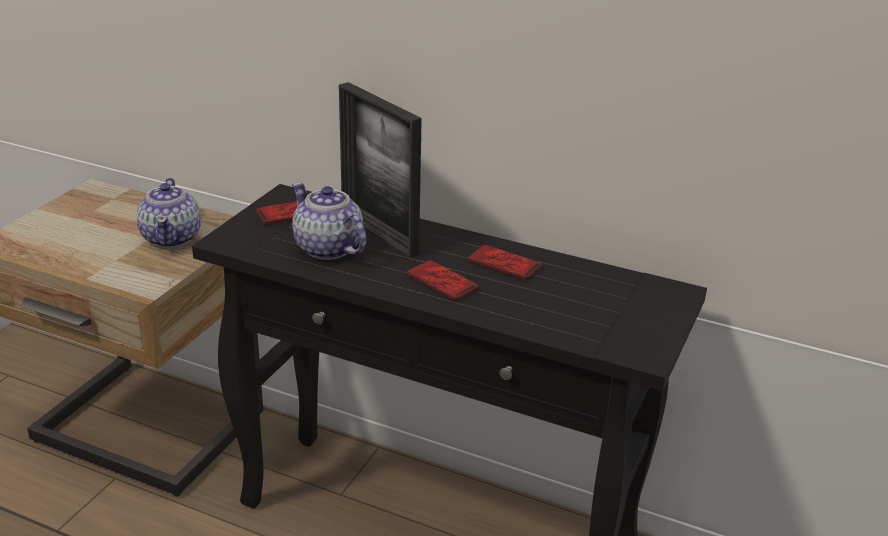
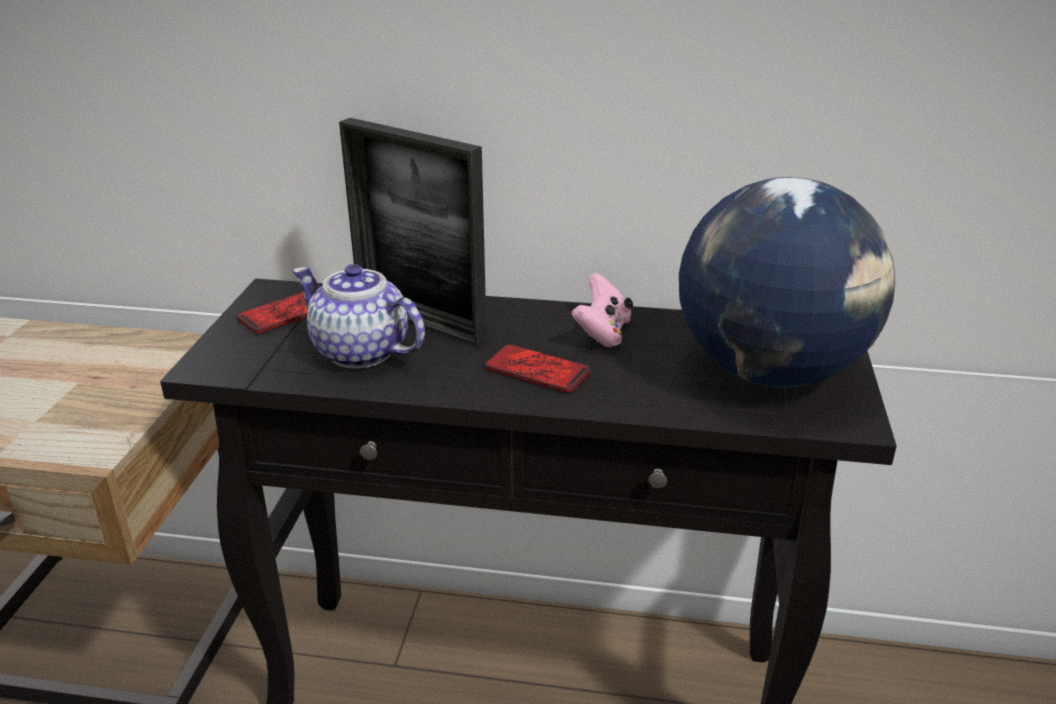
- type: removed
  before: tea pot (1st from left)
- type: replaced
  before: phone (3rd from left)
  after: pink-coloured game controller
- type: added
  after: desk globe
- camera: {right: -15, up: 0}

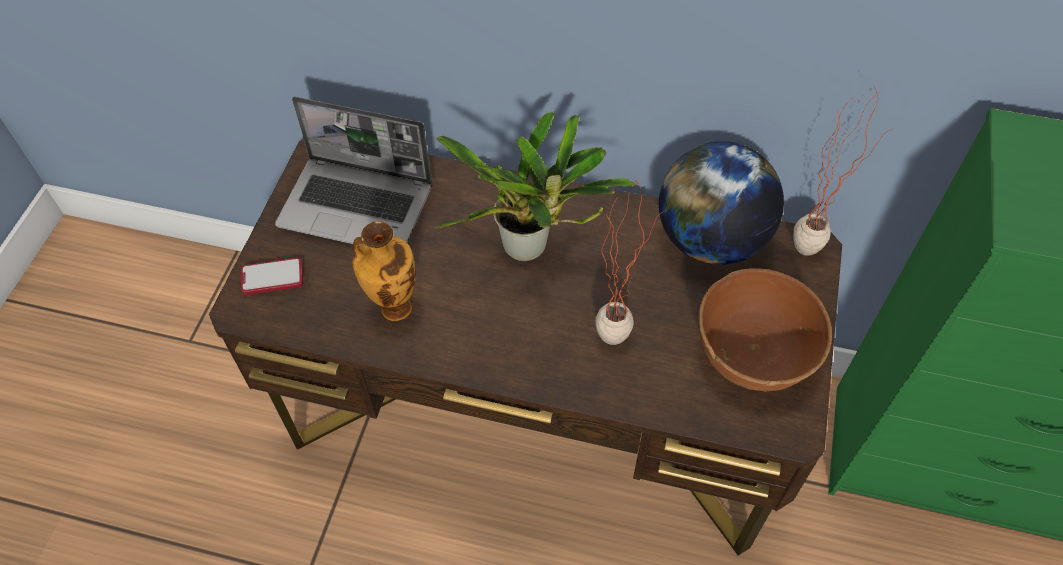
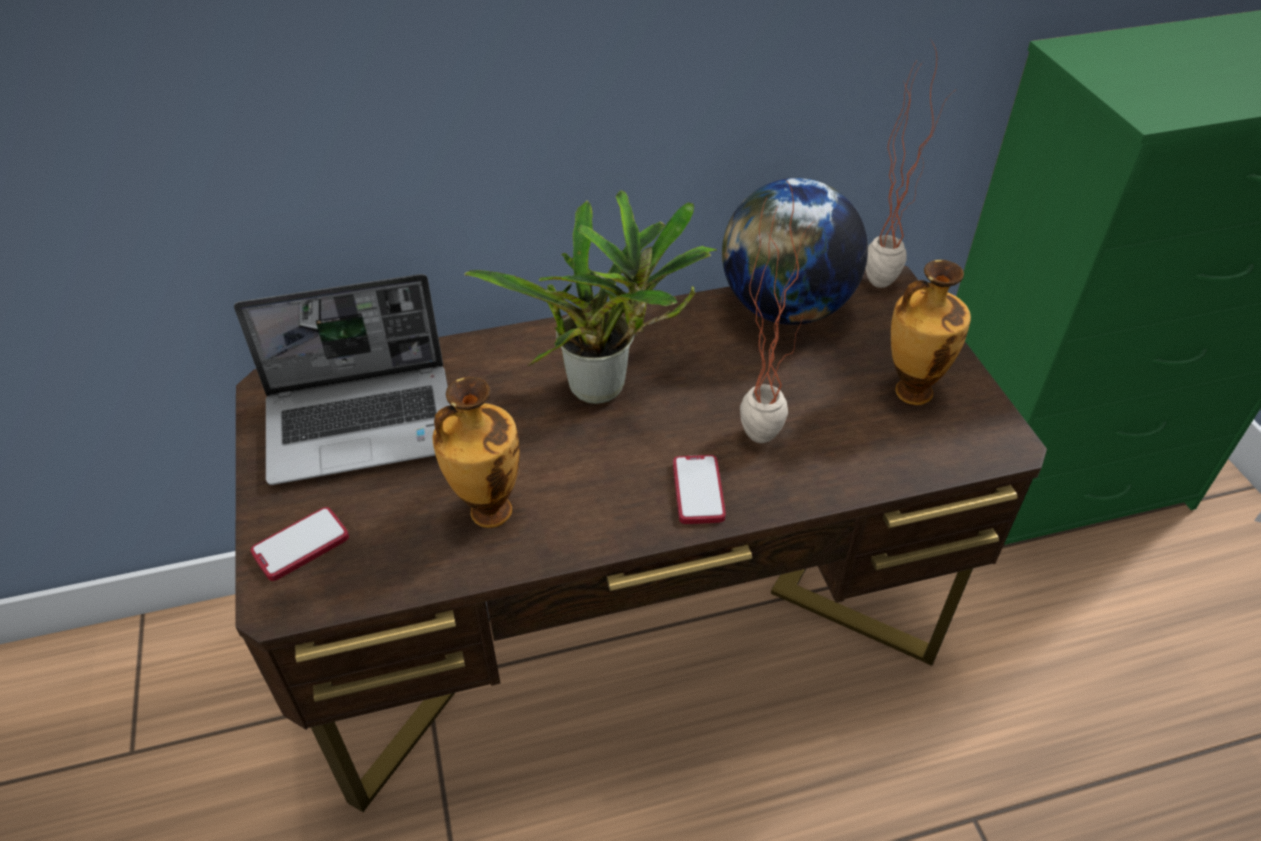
- type: replaced
  before: brown deep dish
  after: decorative vase (2nd from left)
- type: added
  after: phone (2nd from left)
- camera: {right: -30, up: -10}

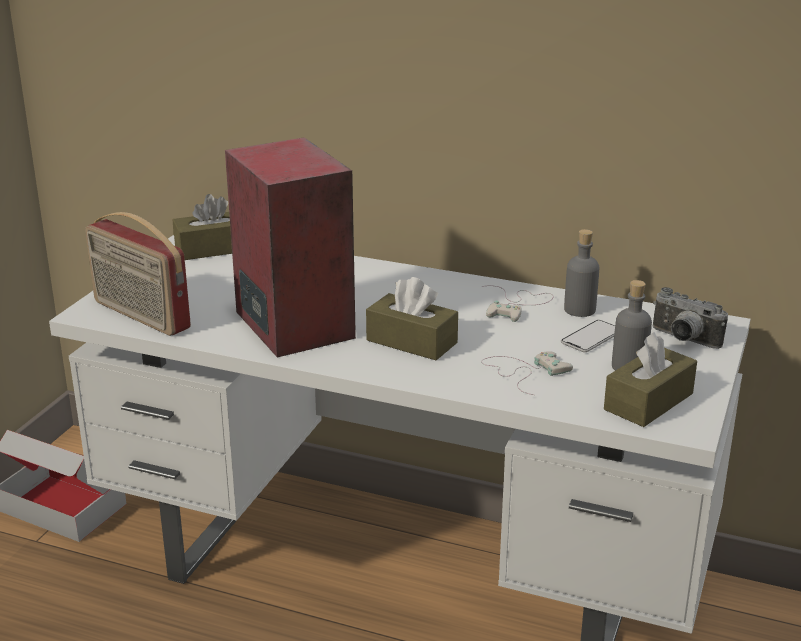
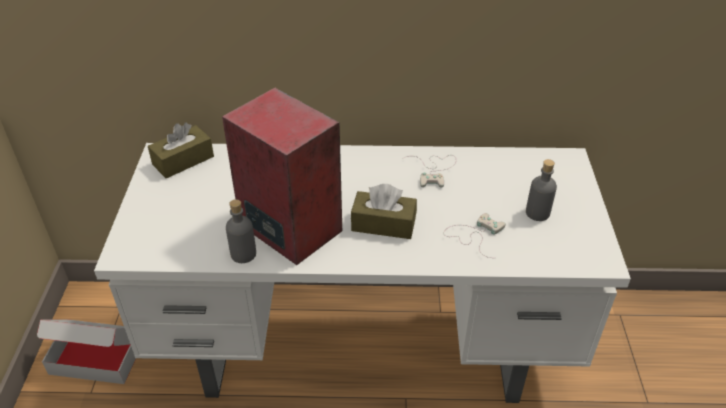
- type: removed
  before: radio
- type: removed
  before: phone
- type: moved
  before: grey beverage bottle (1st from left)
- type: removed
  before: brown tissue holder (3rd from left)
- type: removed
  before: still camera
- camera: {right: -20, up: 15}

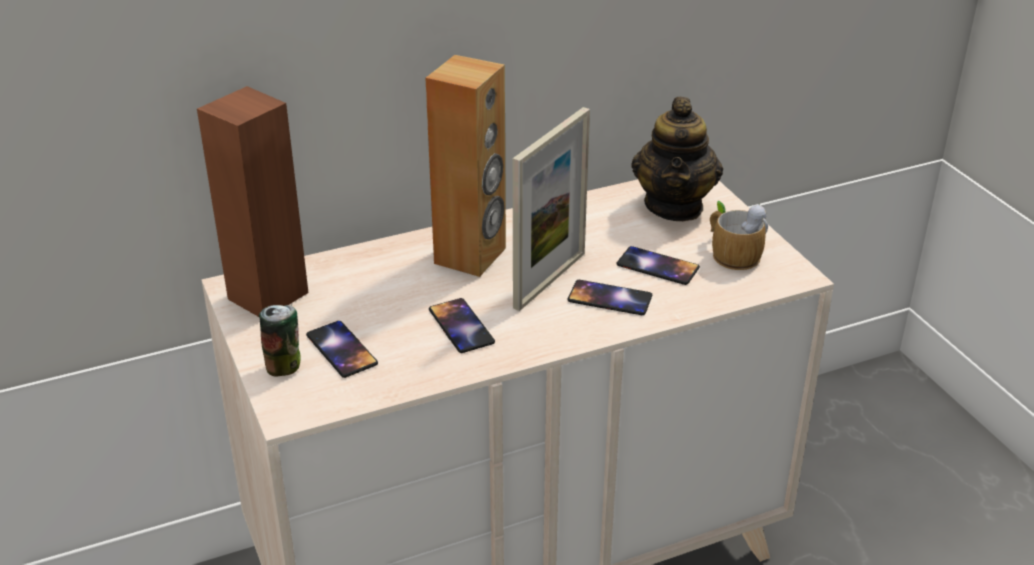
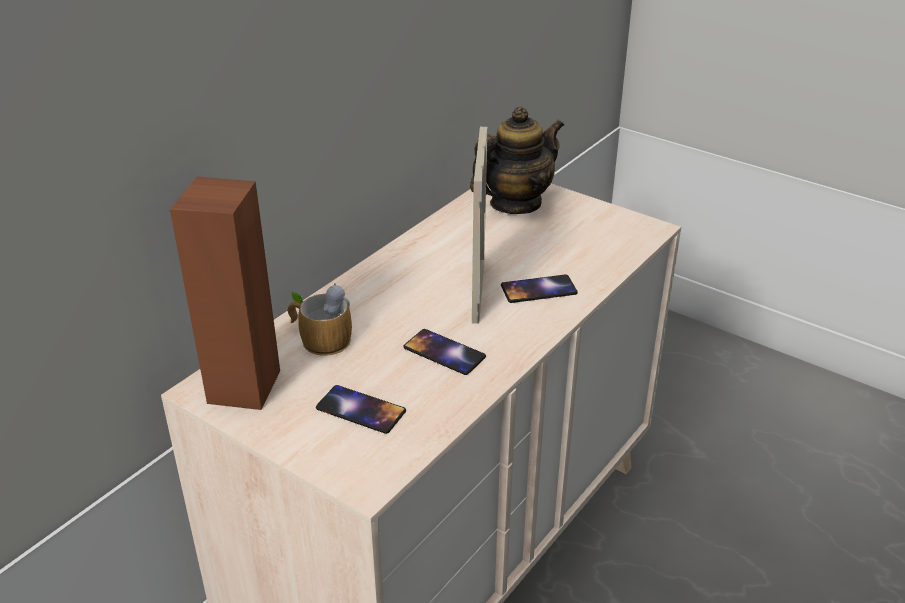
- type: removed
  before: metal can
- type: removed
  before: brown loudspeaker (2nd from left)
- type: removed
  before: phone (4th from left)
- type: turned
  before: tea pot
  turn: -105
- type: moved
  before: tea mug
- camera: {right: -30, up: 0}

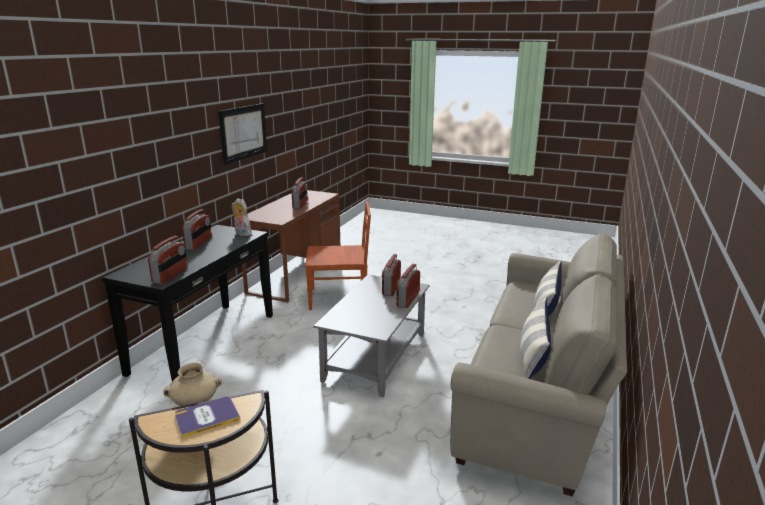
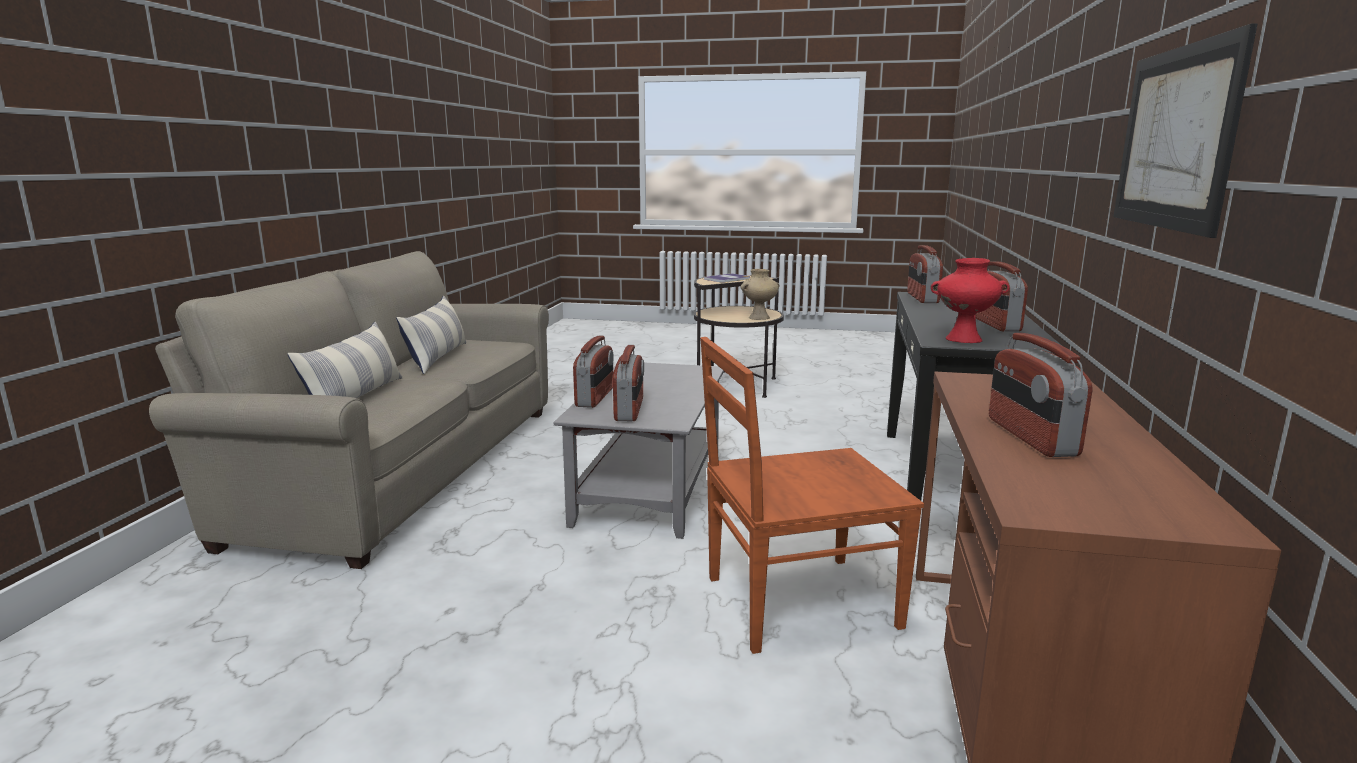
- type: replaced
  before: cuddly toy
  after: red-coloured decorative vase
- camera: {right: 170, up: -5}

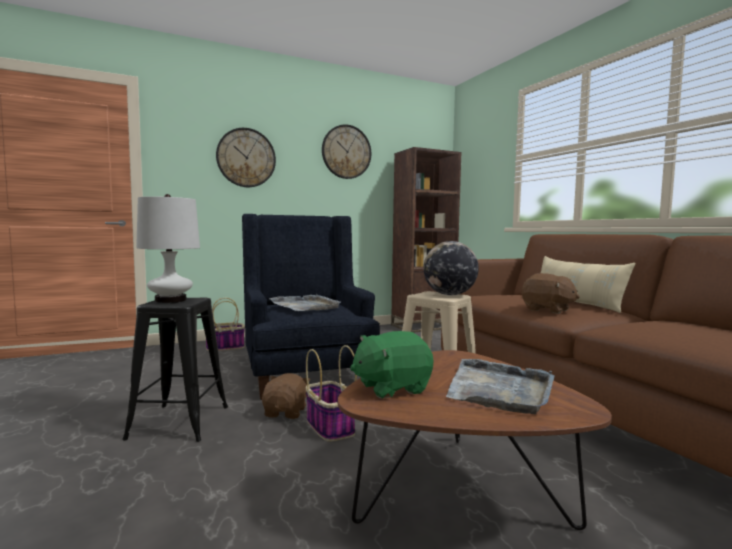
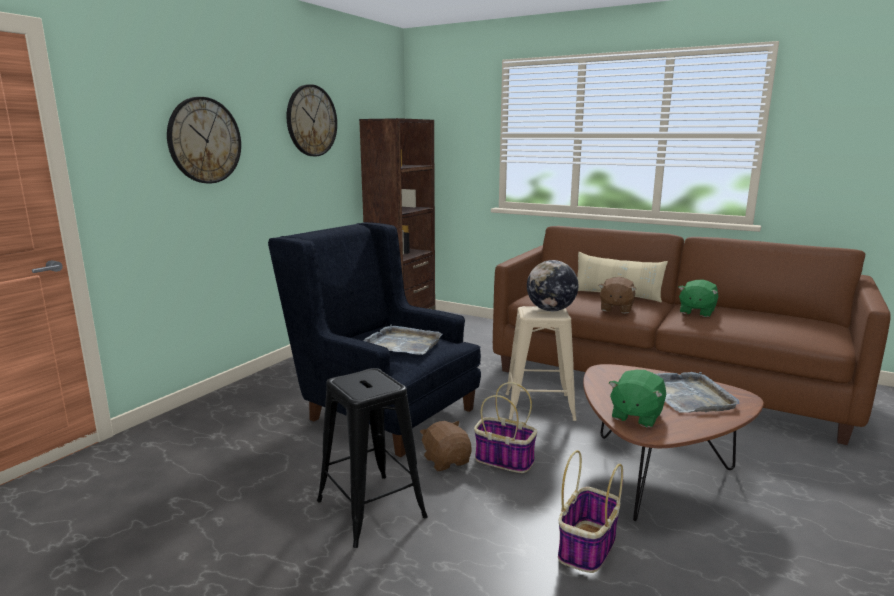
- type: removed
  before: white table lamp
- type: moved
  before: household basket (1st from left in the first image)
  after: household basket (2nd from left)
- type: turned
  before: brown cuddly toy (2nd from left)
  turn: 105
- type: added
  after: green cuddly toy (2nd from left)
- camera: {right: -35, up: 10}

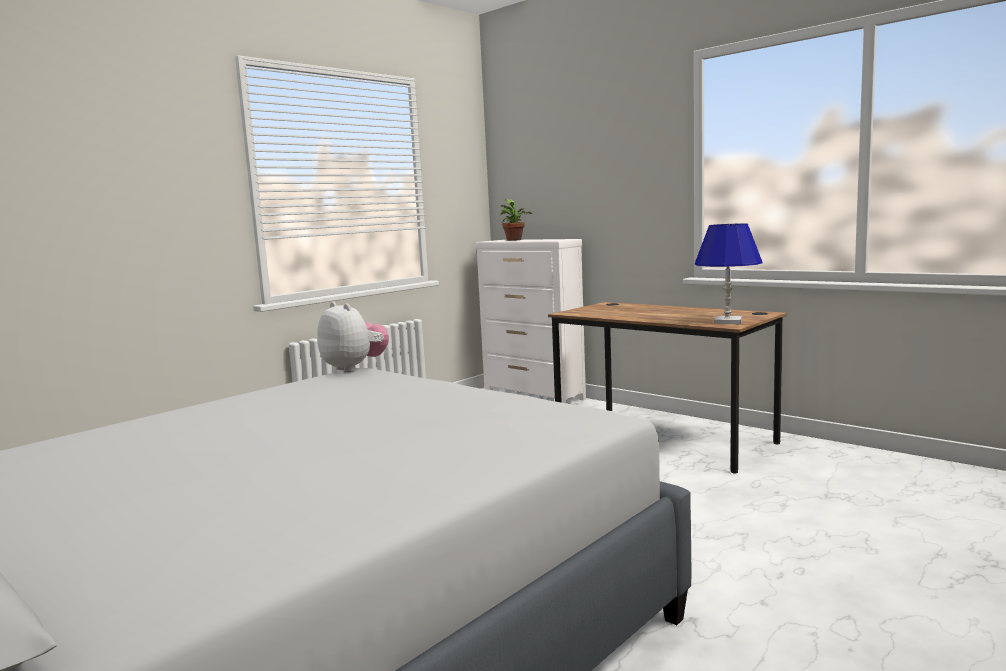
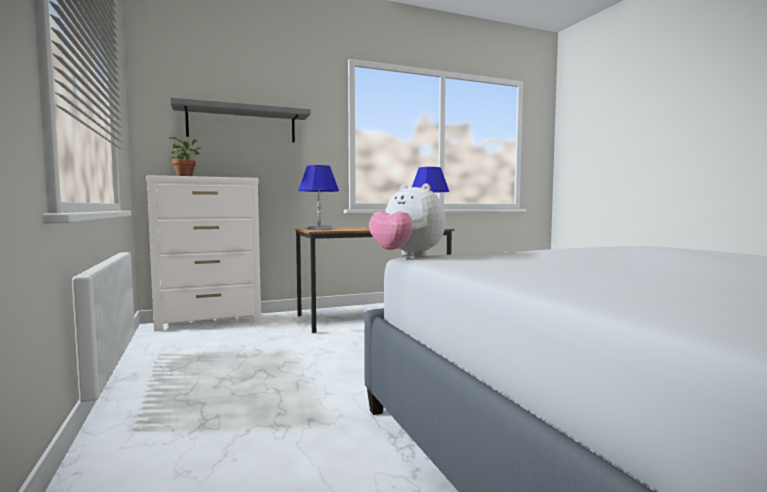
- type: turned
  before: cuddly toy
  turn: -120
- type: added
  after: grey bracket shelf
- type: added
  after: blue-coloured table lamp (1st from left)
- camera: {right: -65, up: -5}

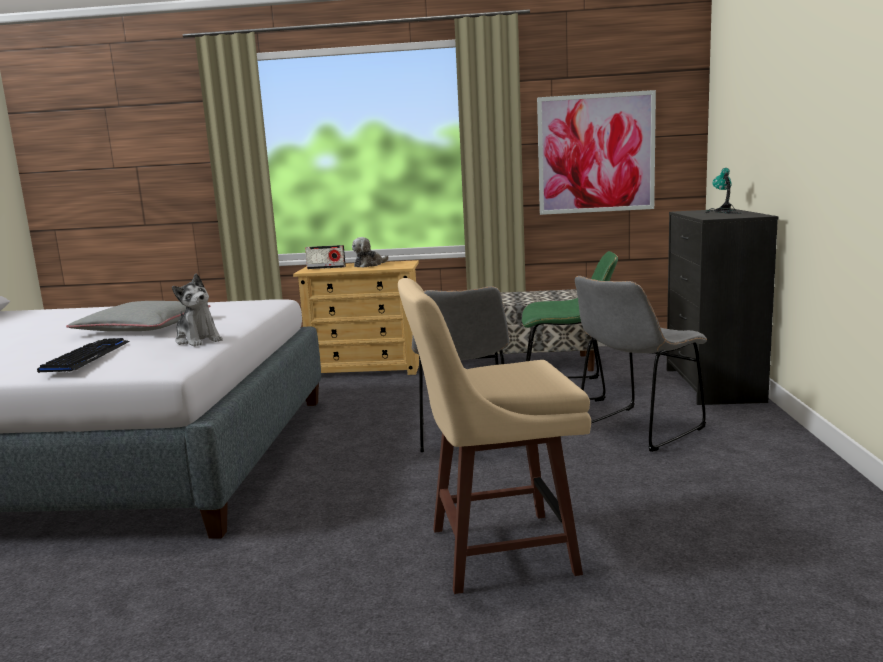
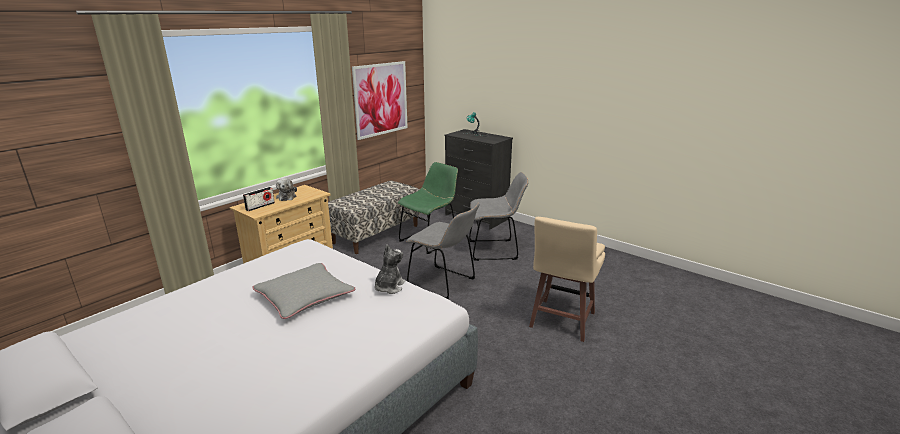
- type: removed
  before: PC keyboard
- type: turned
  before: cuddly toy (1st from left in the first image)
  turn: -60
- type: turned
  before: grey upright chair (2nd from left)
  turn: -90
- camera: {right: -55, up: 10}

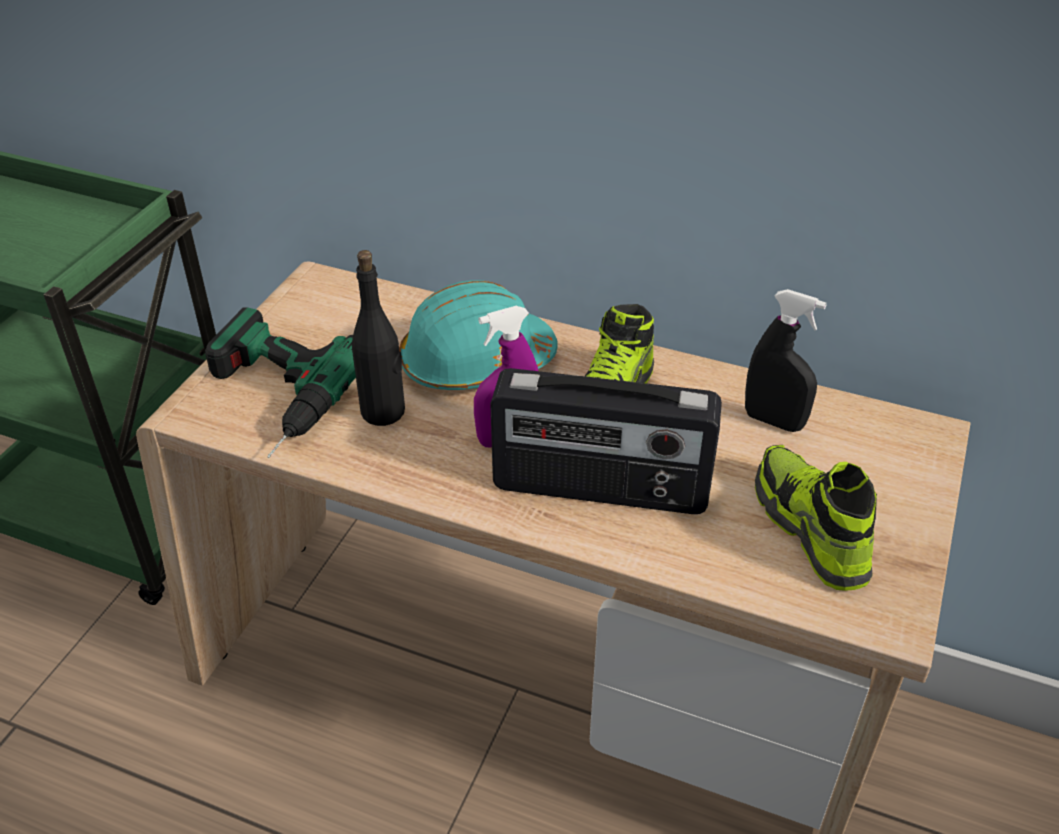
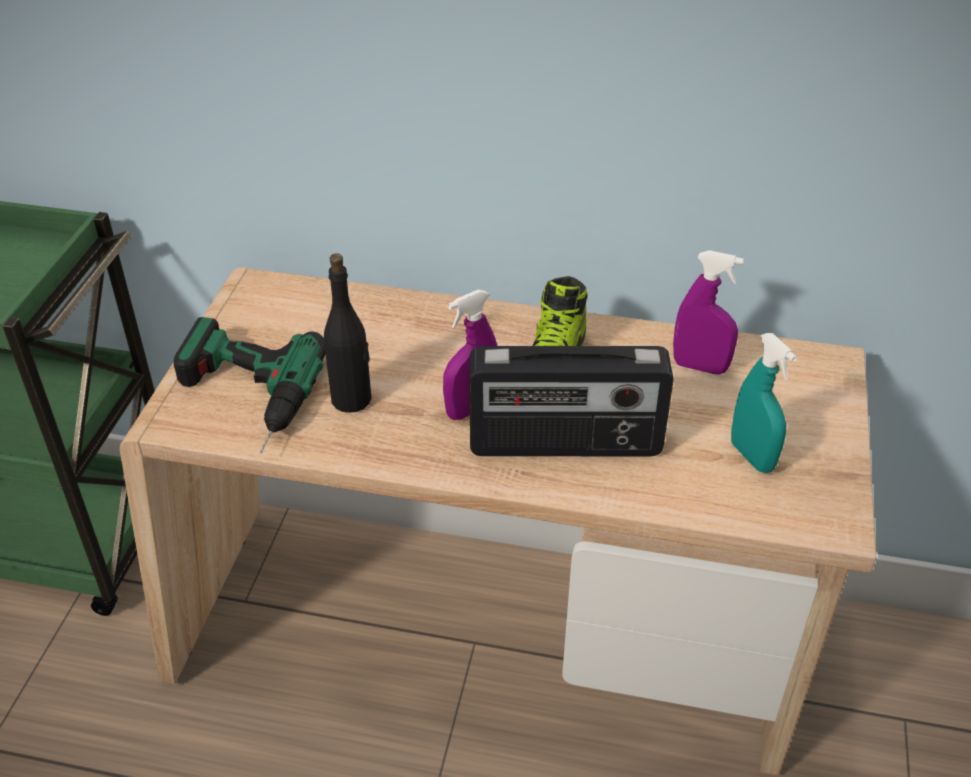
- type: removed
  before: blue-green safety helmet
- type: recoloured
  before: black-coloured sprayer
  after: purple sprayer (2nd from left)
- type: replaced
  before: low shoe (2nd from left)
  after: blue-green sprayer
- camera: {right: -10, up: 0}

